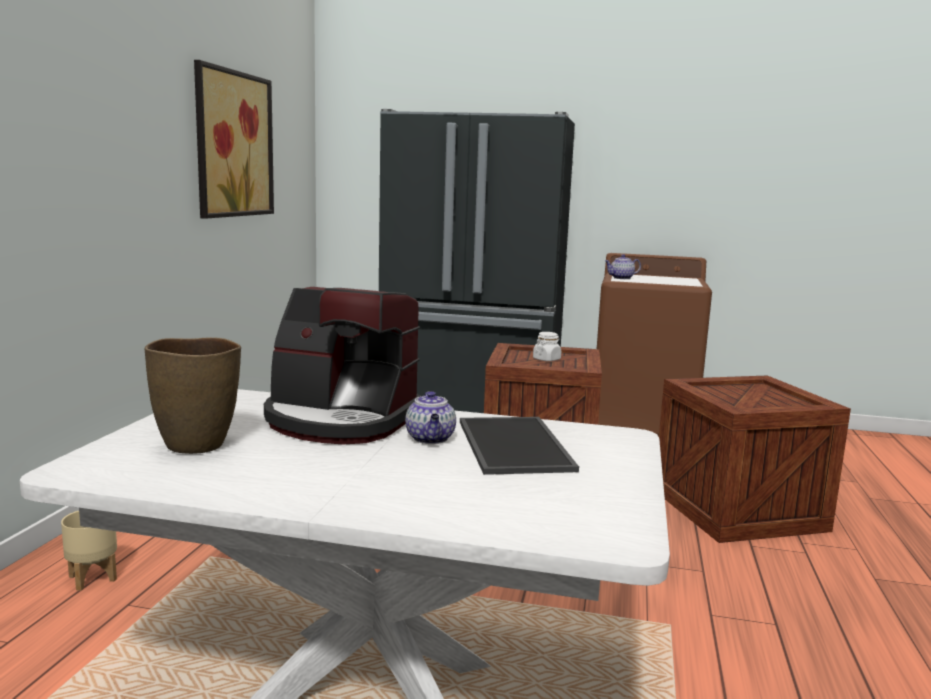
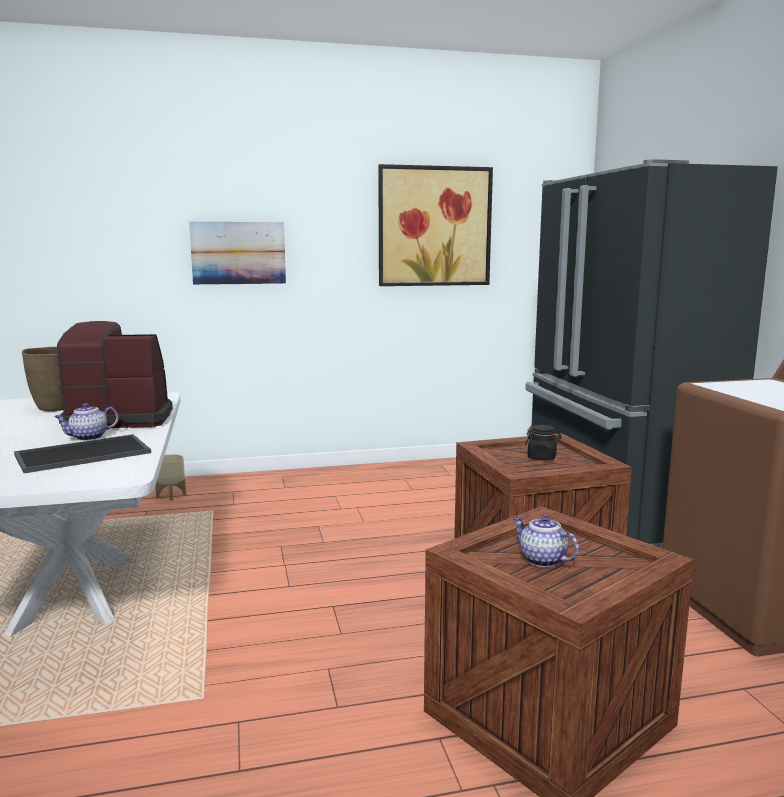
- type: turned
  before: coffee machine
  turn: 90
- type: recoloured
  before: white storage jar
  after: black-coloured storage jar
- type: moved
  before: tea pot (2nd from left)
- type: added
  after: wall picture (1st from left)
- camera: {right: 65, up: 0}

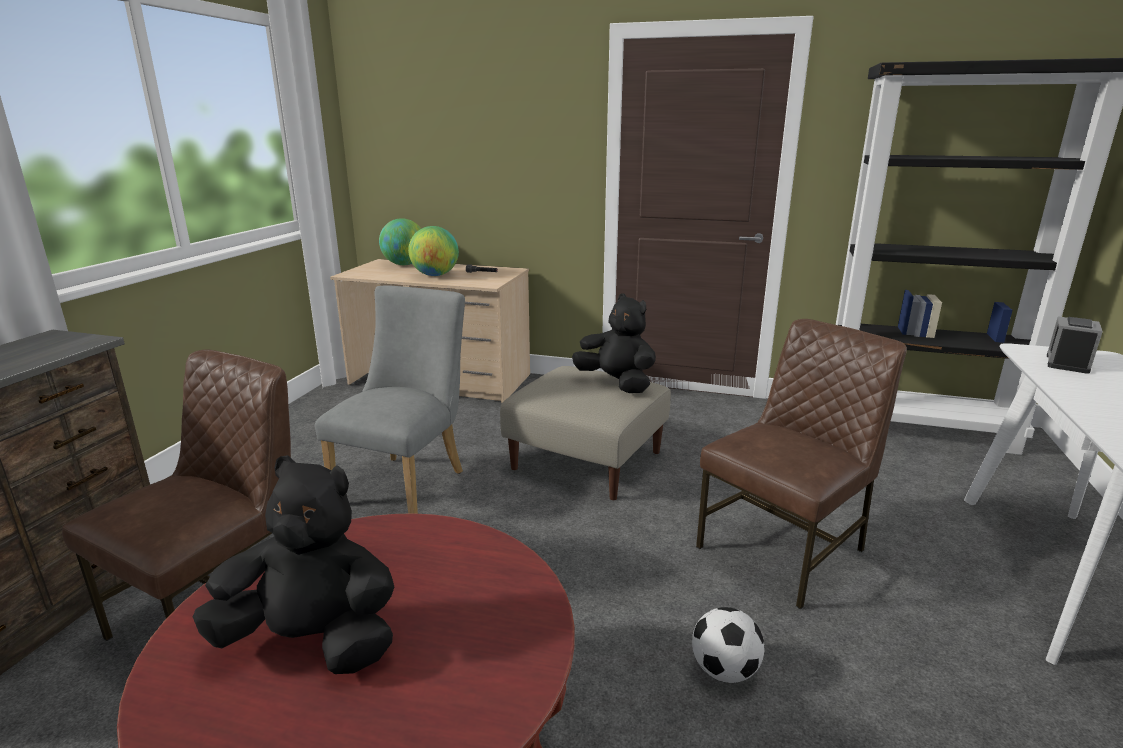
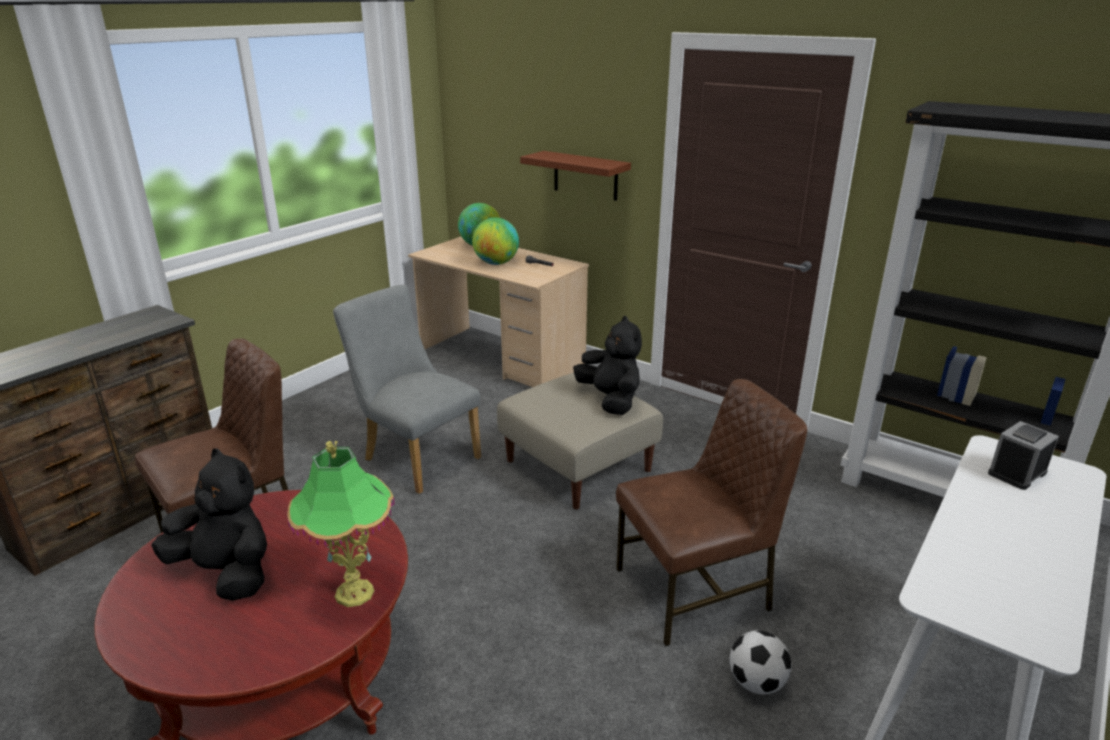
- type: turned
  before: grey upright chair
  turn: -90
- type: moved
  before: football ball
- type: added
  after: table lamp
- type: added
  after: brown bracket shelf
- camera: {right: 20, up: 5}

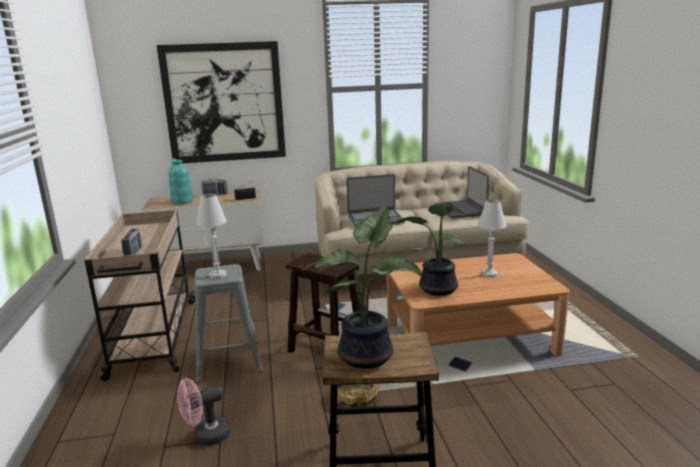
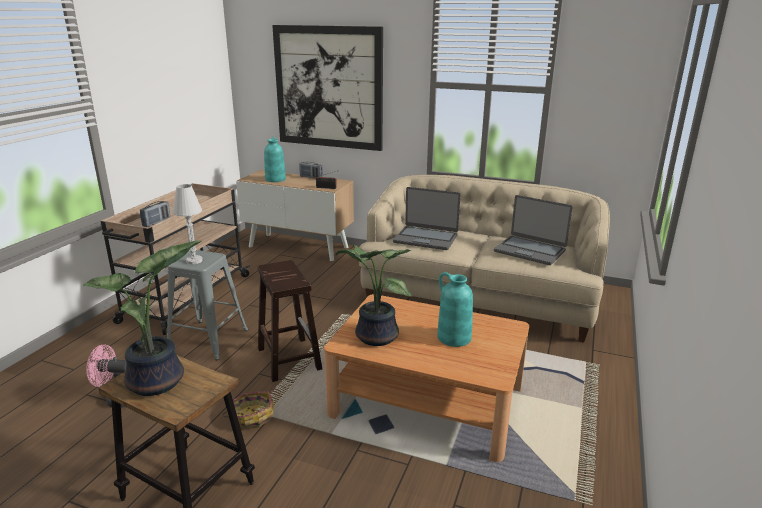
- type: turned
  before: notebook computer (2nd from left)
  turn: -75
- type: replaced
  before: white table lamp (2nd from left)
  after: blue-green decorative vase (2nd from left)
- camera: {right: 30, up: 5}

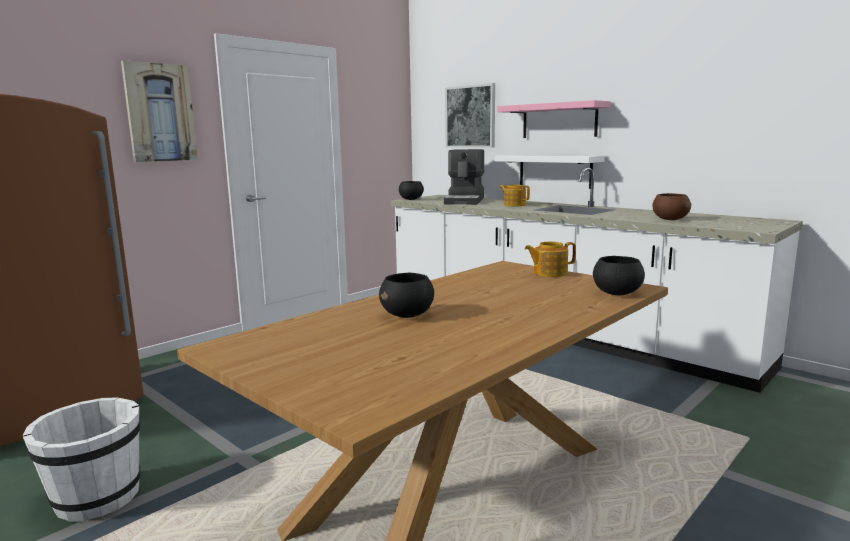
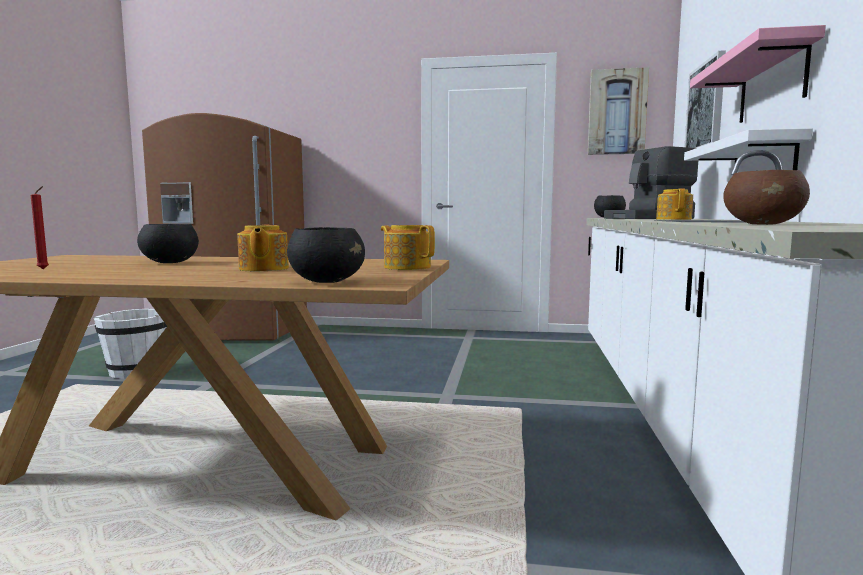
- type: moved
  before: wall picture (1st from left)
- type: added
  after: red-coloured wax candle
- type: added
  after: tea pot (1st from left)
- camera: {right: 55, up: -5}

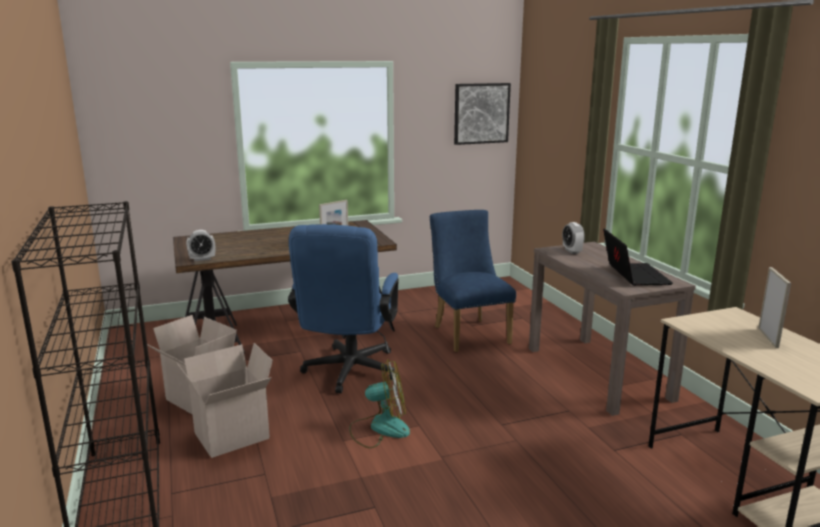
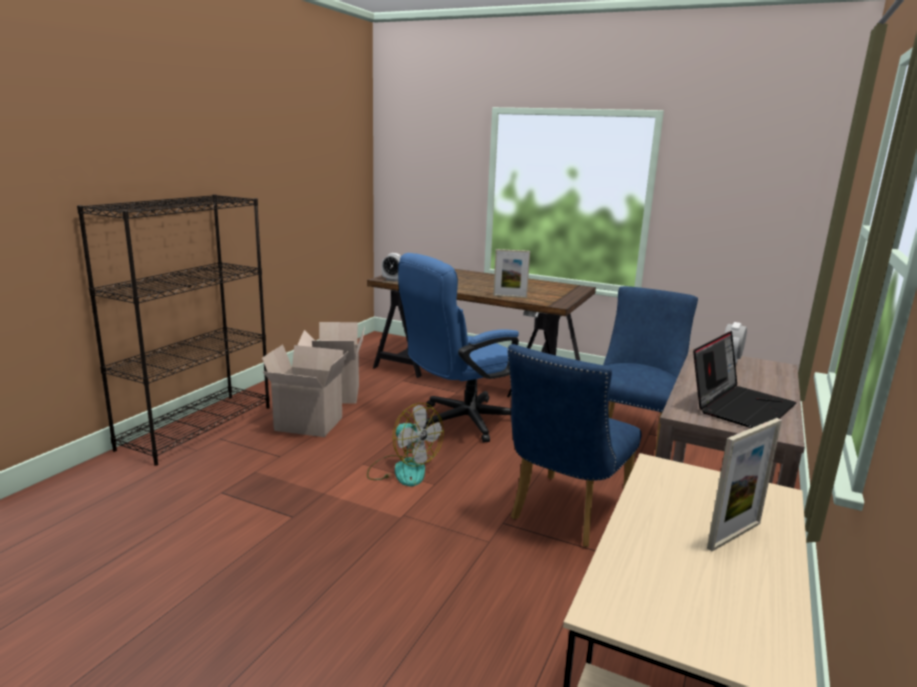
- type: removed
  before: wall picture
- type: added
  after: blue-coloured upright chair (1st from left)
- camera: {right: 45, up: 0}

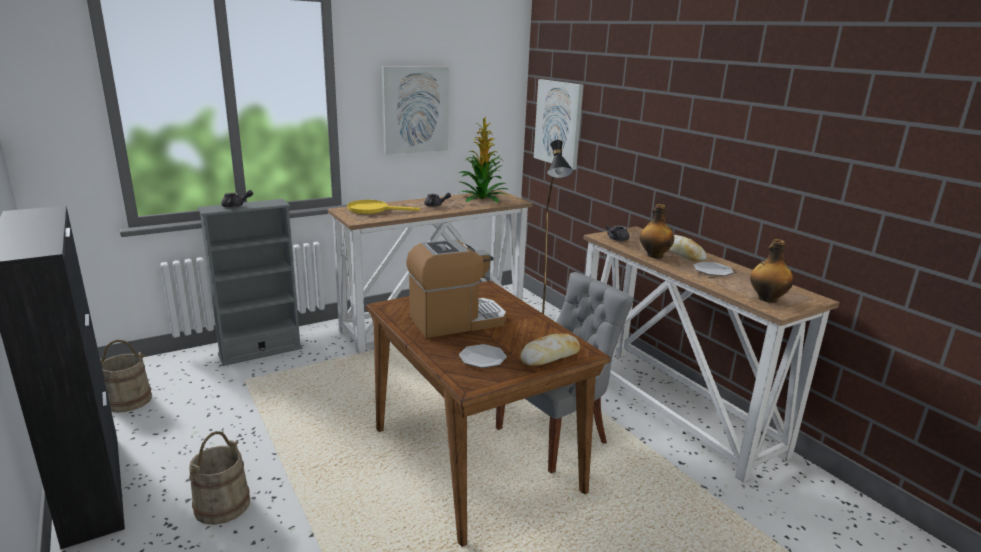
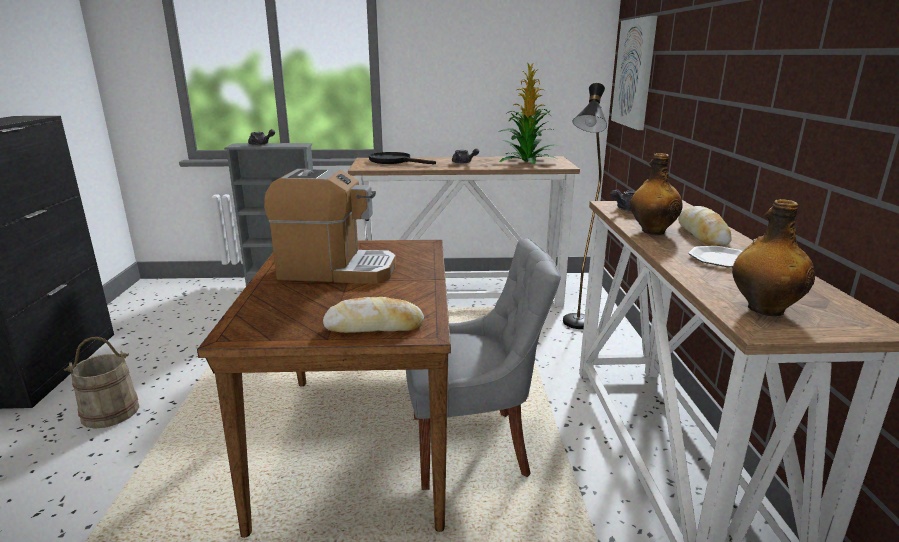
- type: removed
  before: beige bucket (1st from left)
- type: recoloured
  before: yellowish pan
  after: black-coloured pan
- type: removed
  before: wall picture (1st from left)
- type: removed
  before: flat dish (1st from left)
- camera: {right: 30, up: 0}

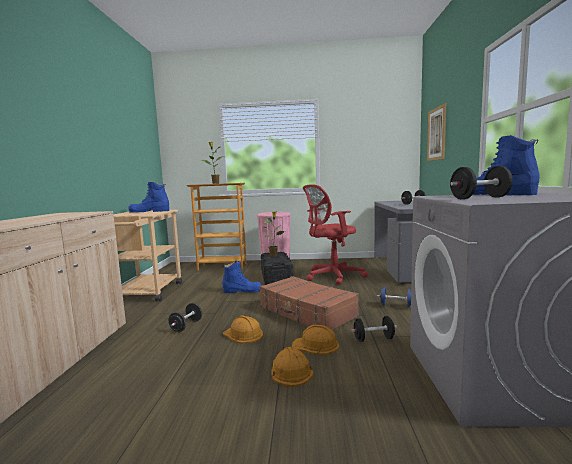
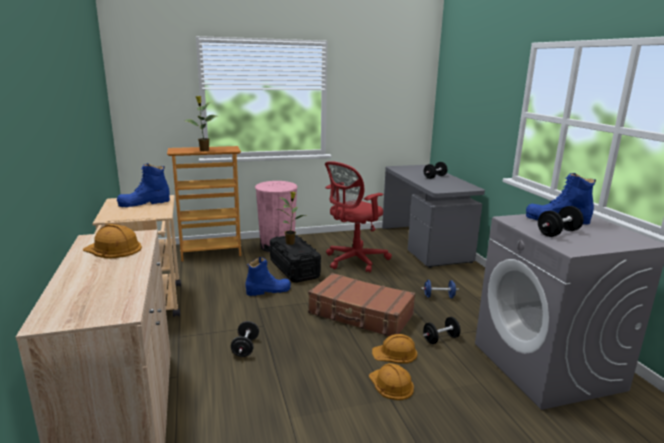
- type: moved
  before: orangey safety helmet (1st from left)
- type: removed
  before: wall picture
- camera: {right: -20, up: 10}

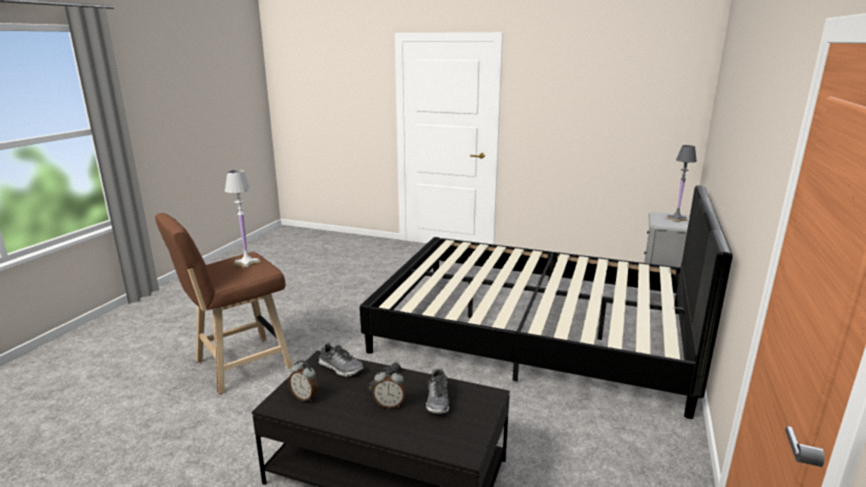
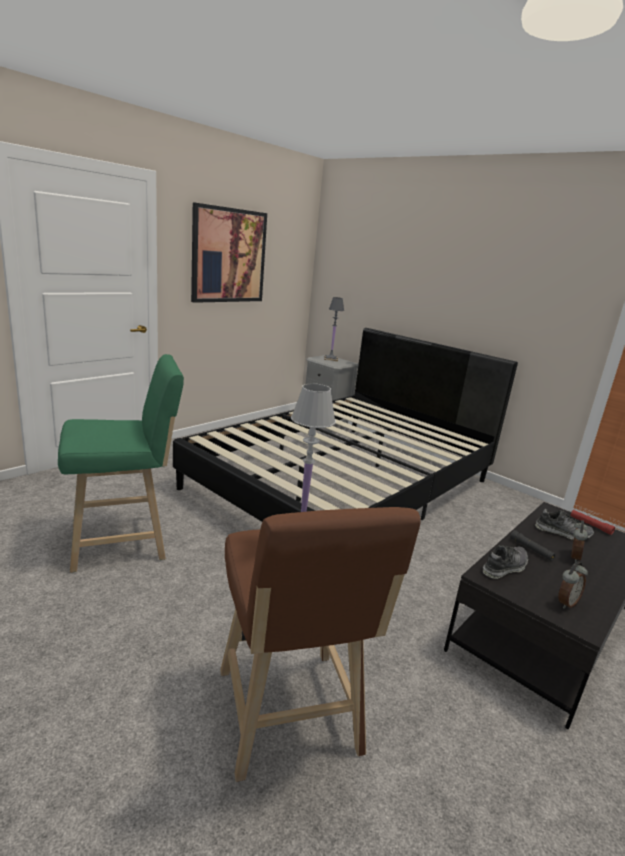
- type: added
  after: green stool seat
- type: added
  after: wall picture
- type: added
  after: red-coloured hand torch
- camera: {right: -70, up: 0}

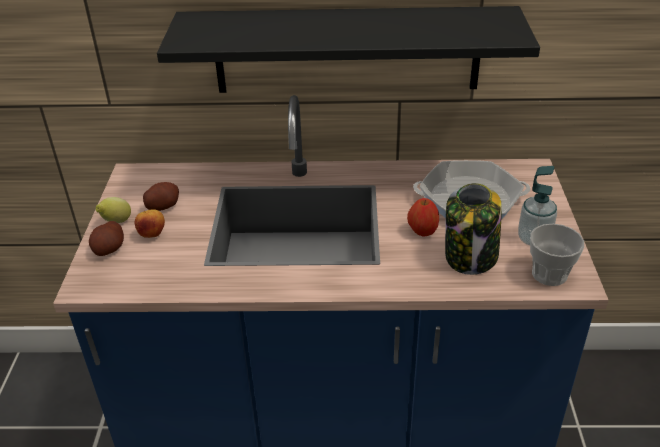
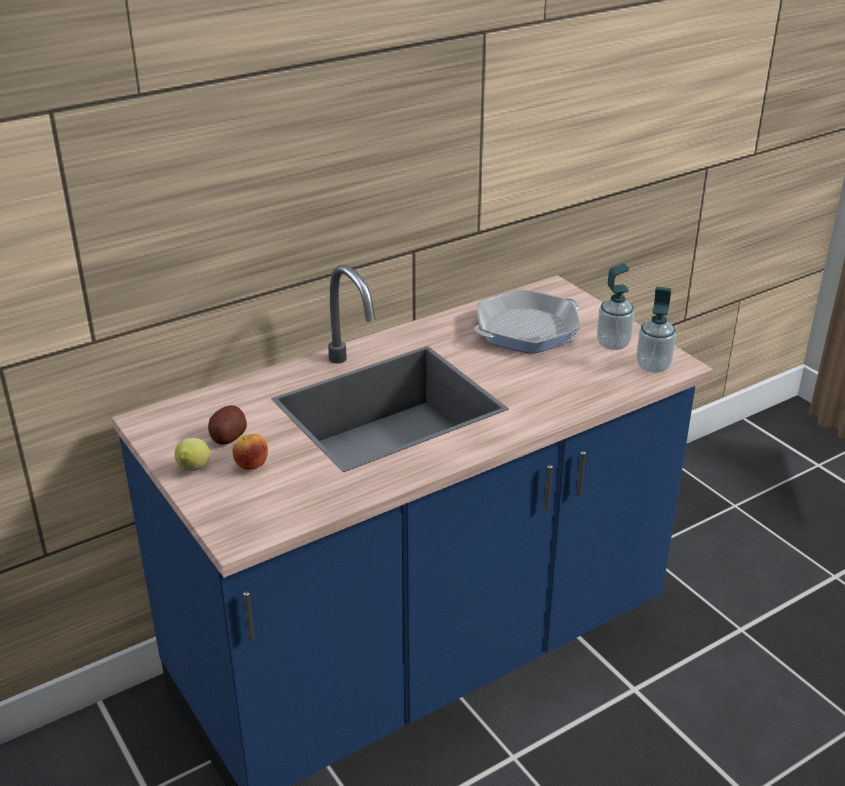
- type: removed
  before: spud (1st from left)
- type: removed
  before: black-coloured bracket shelf
- type: removed
  before: apple fruit (2nd from left)
- type: removed
  before: storage jar
- type: replaced
  before: small cup
  after: soap bottle (2nd from left)
- camera: {right: -35, up: -5}

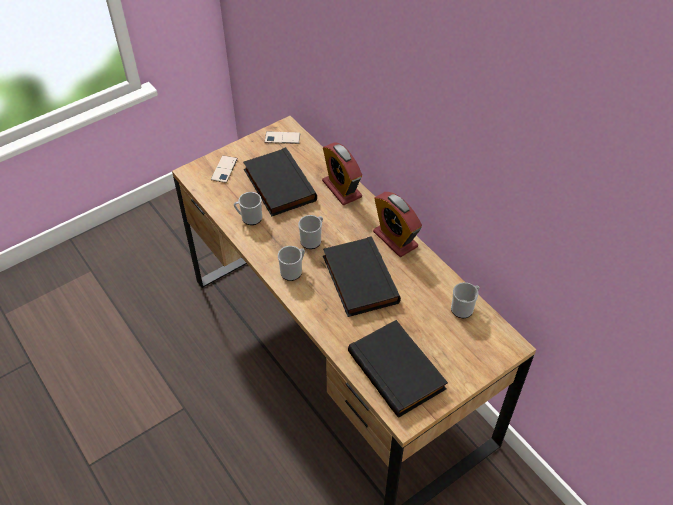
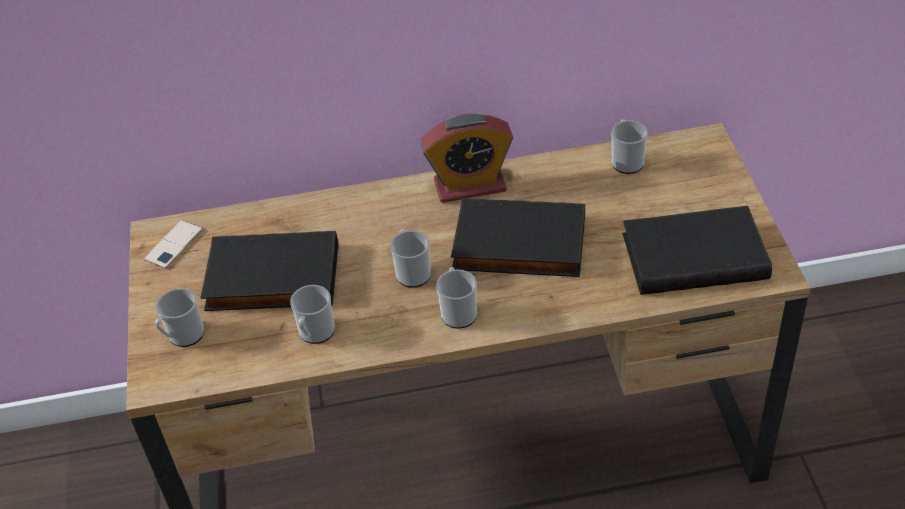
- type: replaced
  before: phone (1st from left)
  after: tea mug (1st from left)
- type: removed
  before: bedside clock (1st from left)
- camera: {right: -60, up: -5}

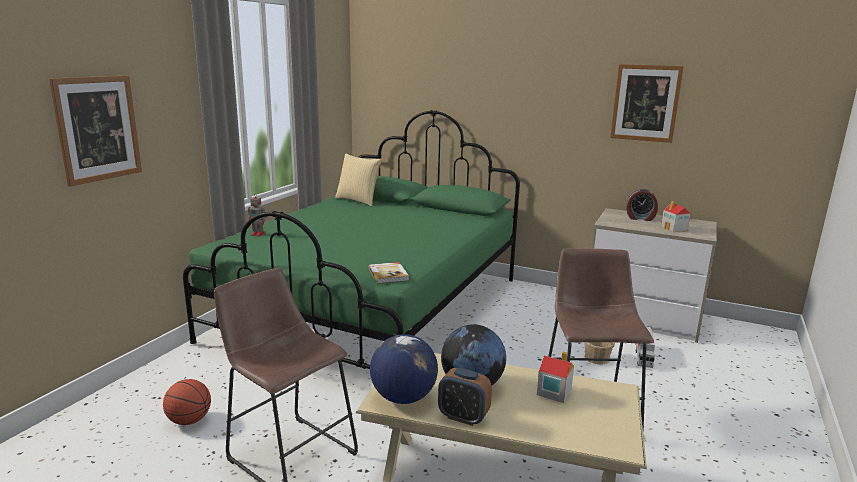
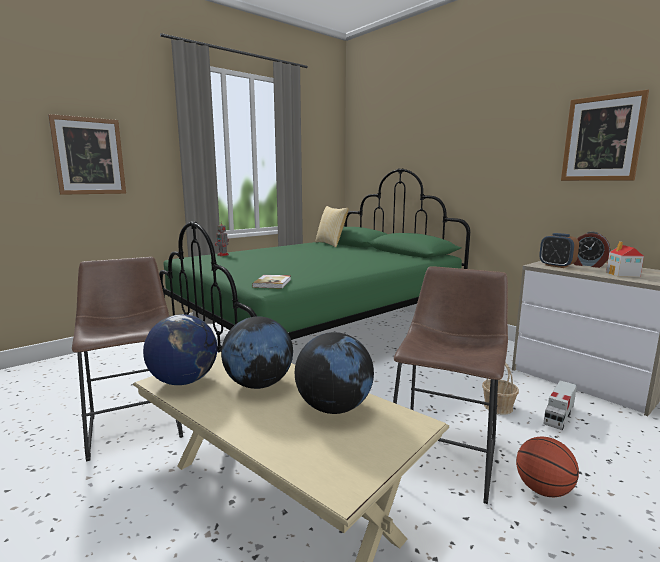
- type: moved
  before: basketball ball
- type: moved
  before: bedside clock (1st from left)
- type: replaced
  before: miniature house (1st from left)
  after: desk globe (3rd from left)
- camera: {right: 25, up: -5}

